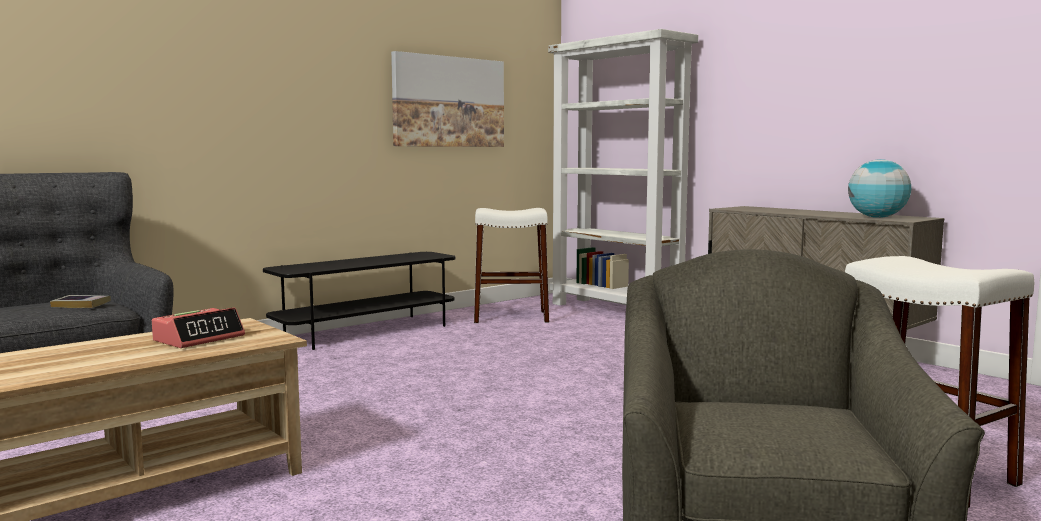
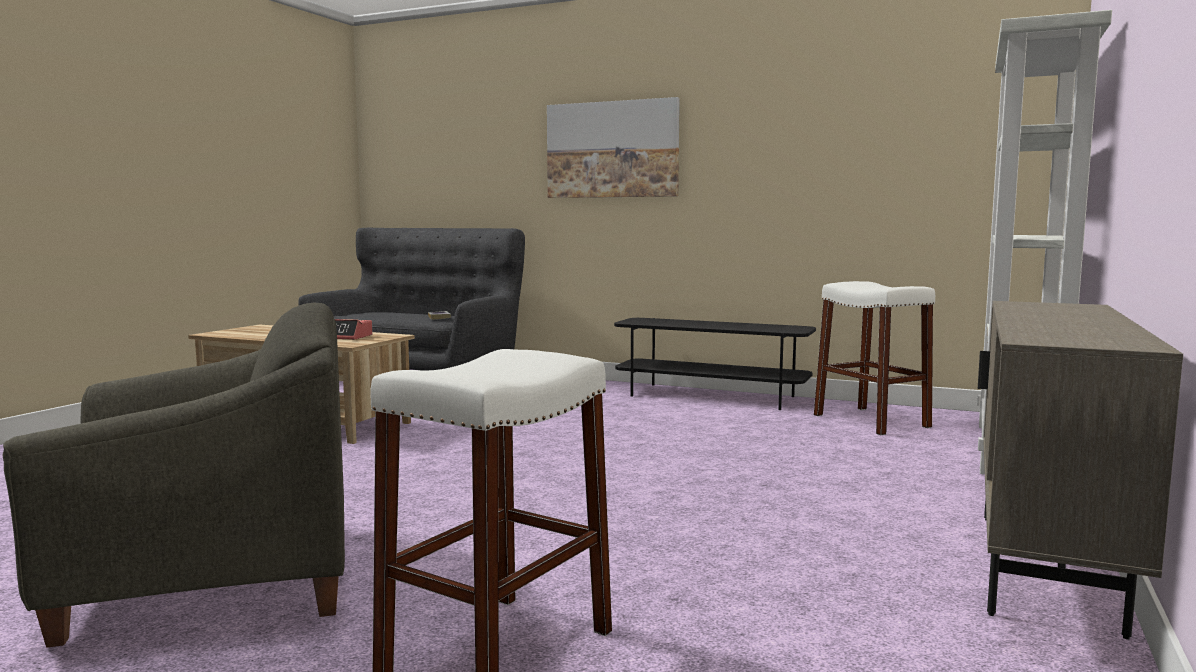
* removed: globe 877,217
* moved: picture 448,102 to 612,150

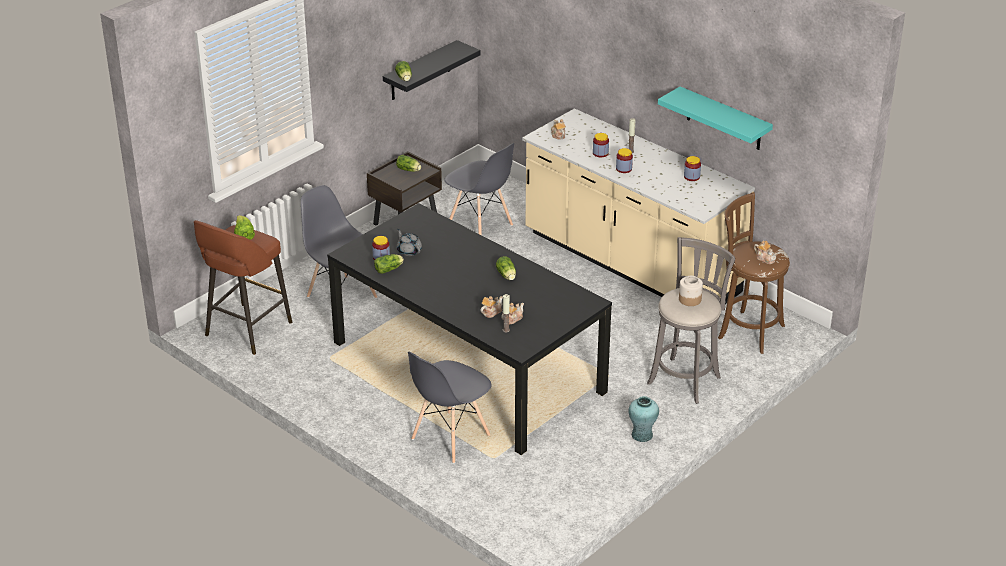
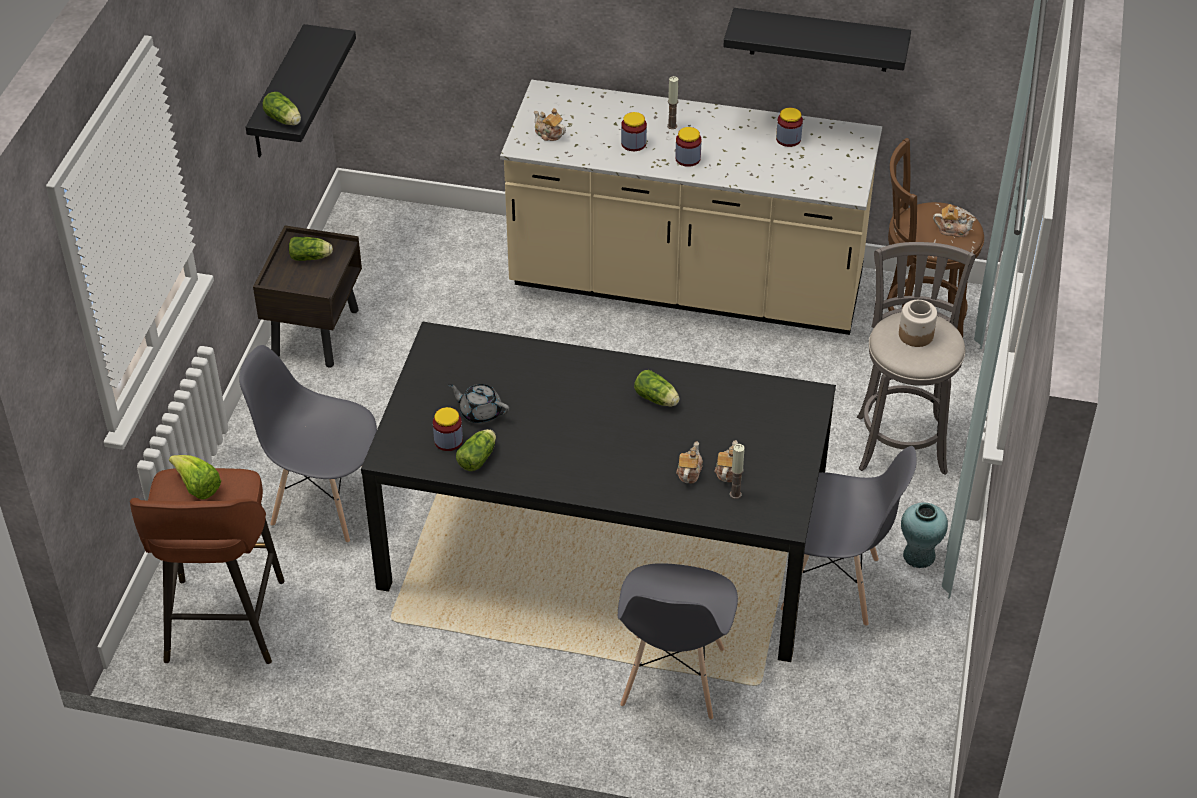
* moved: gray plain chair 480,226 to 831,585
* recoloured: turquoise-coloured wall shelf 724,119 to black-coloured wall shelf 819,40

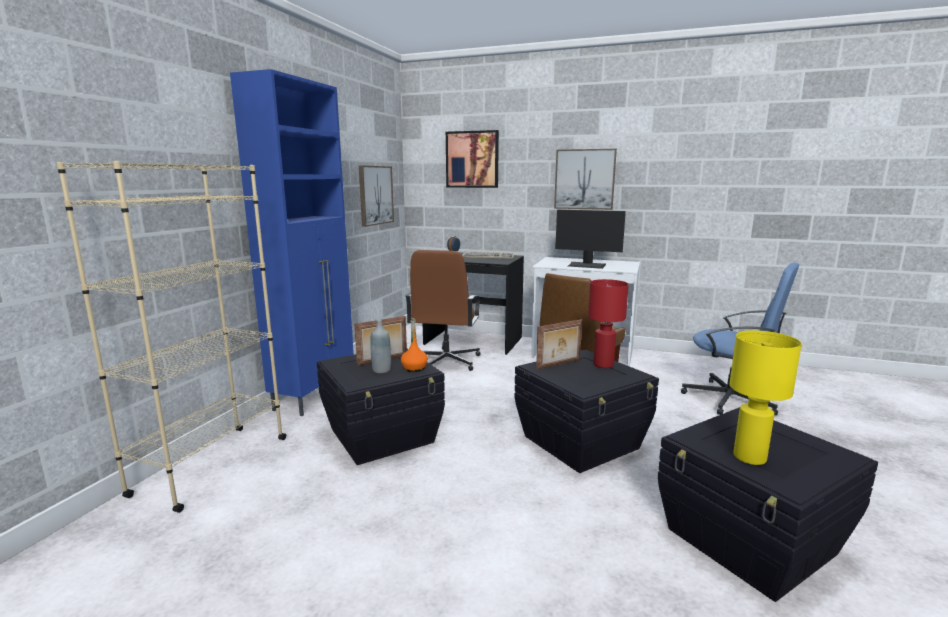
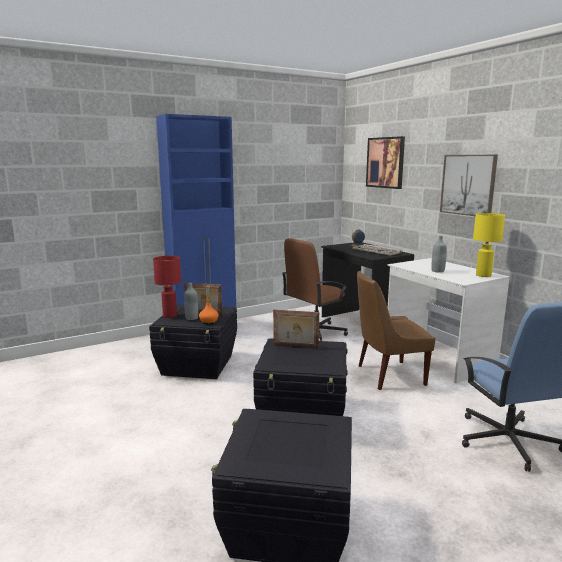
* removed: sand-coloured shelving unit 211,466
* removed: picture 375,195
* moved: reddish lamp for a table 603,365 to 170,316
* moved: yellow-coloured lamp for a table 750,457 to 484,275
* replaced: monitor 587,265 to gray bottle 437,271

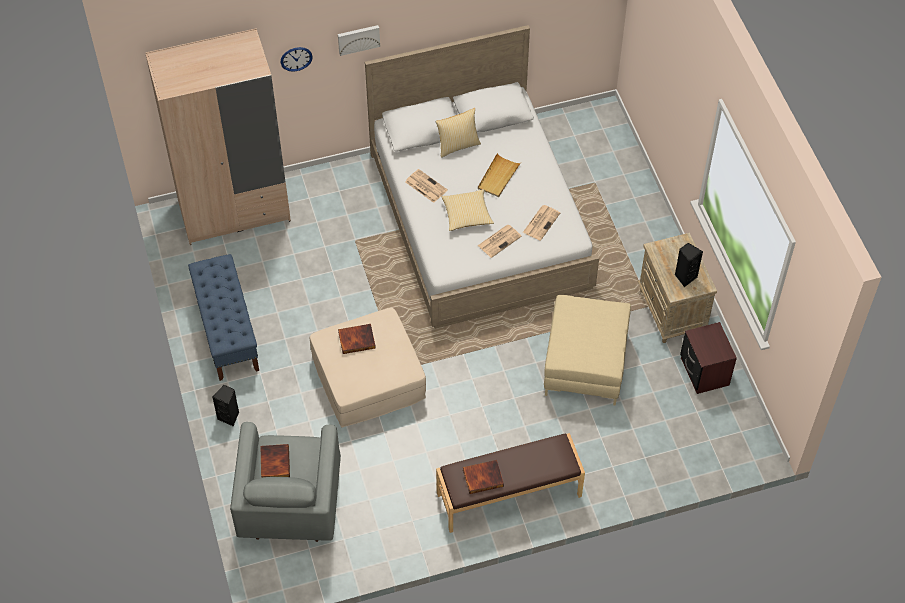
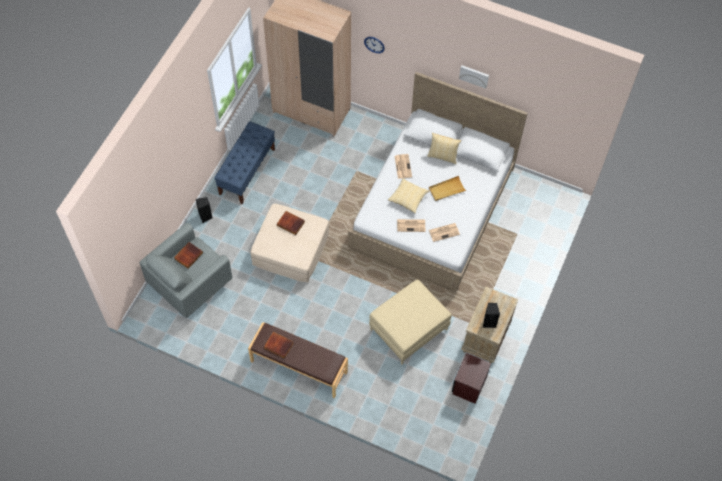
* moved: picture 358,39 to 474,75

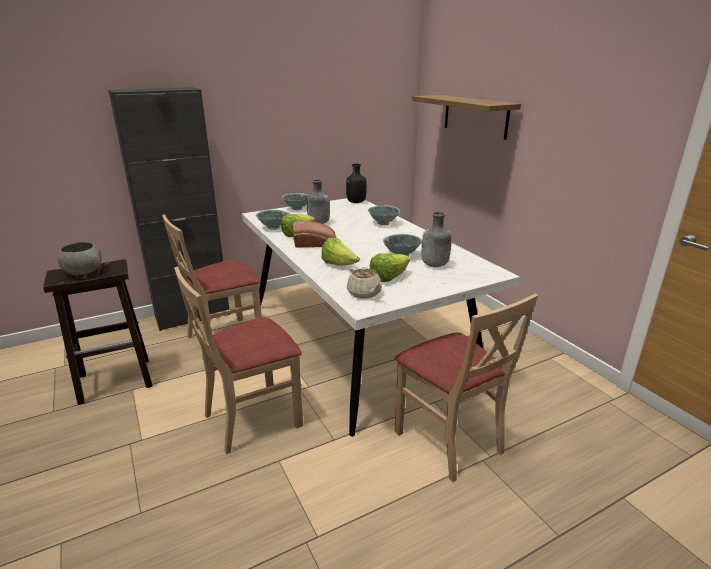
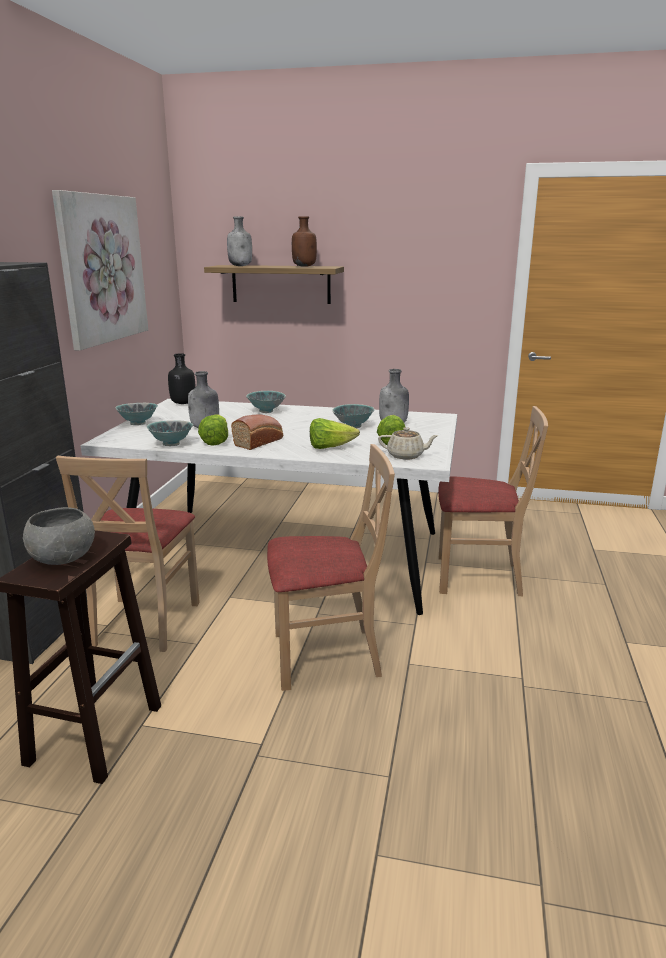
* added: picture 102,269
* added: gray bottle 241,266
* added: brown-coloured bottle 304,266
* turned: sand-coloured plain chair 252,418 = 326,656 105 degrees counterclockwise

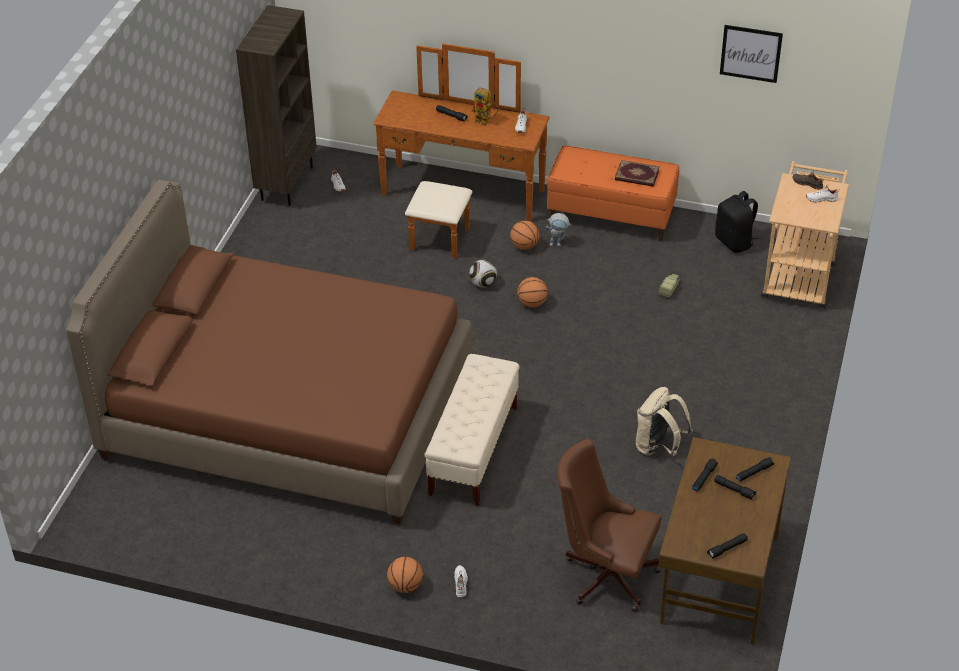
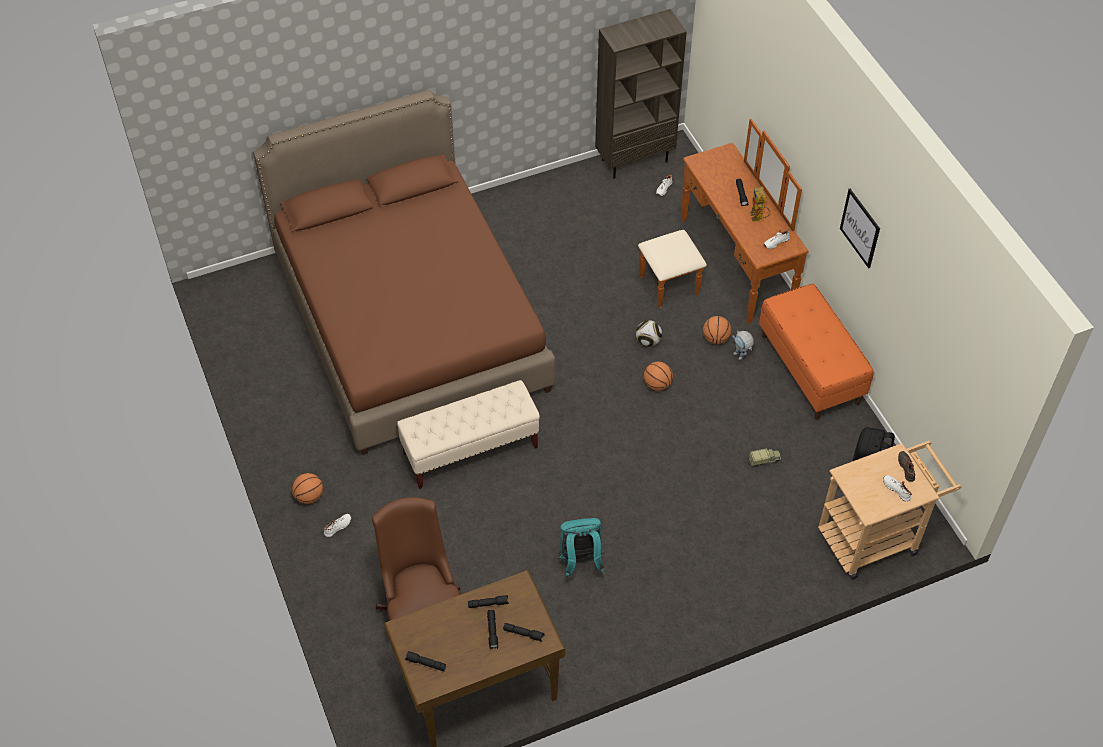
* removed: volume 636,176
* moved: picture 750,53 to 860,228
* recoloured: sand-coloured knapsack 658,447 to turquoise-coloured knapsack 580,562

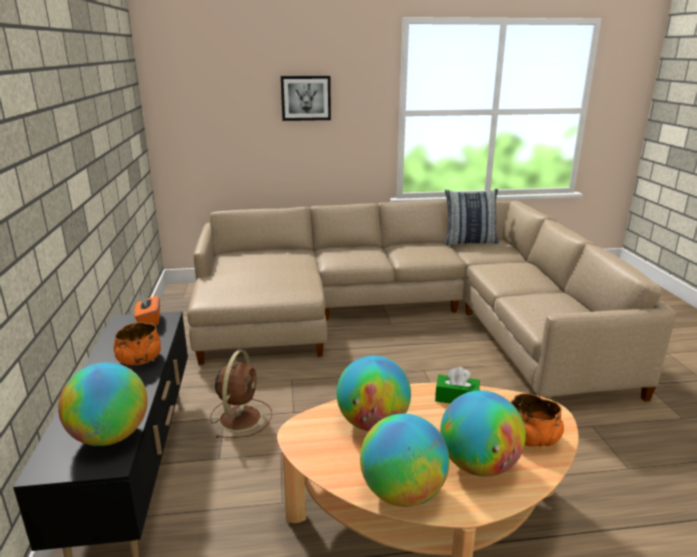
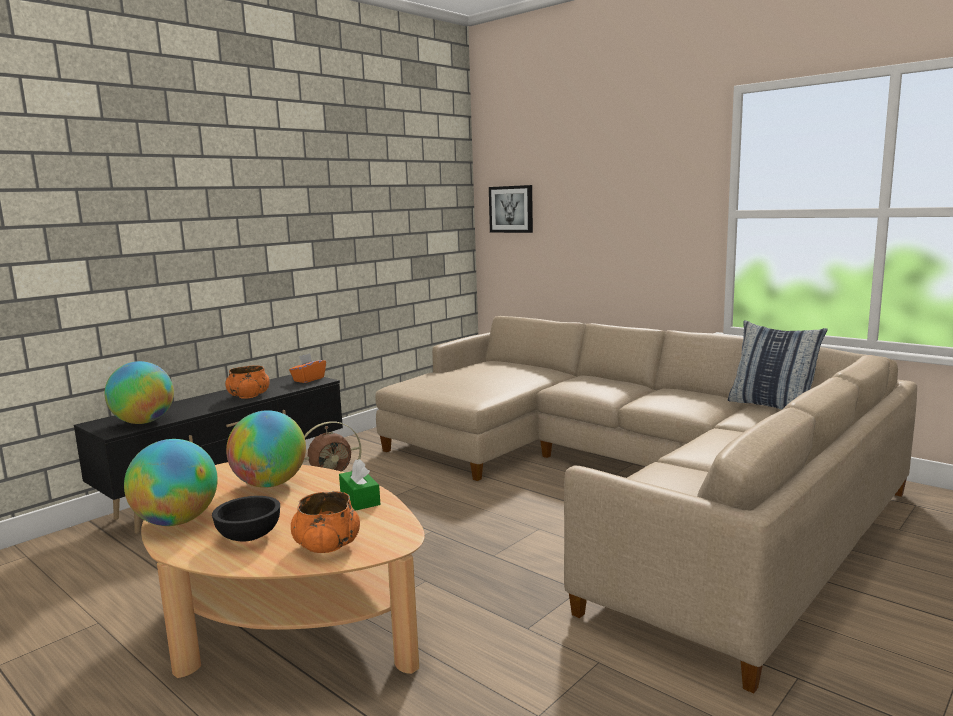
* moved: picture 306,98 to 511,209
* replaced: globe 478,465 to black-coloured bowl 249,536

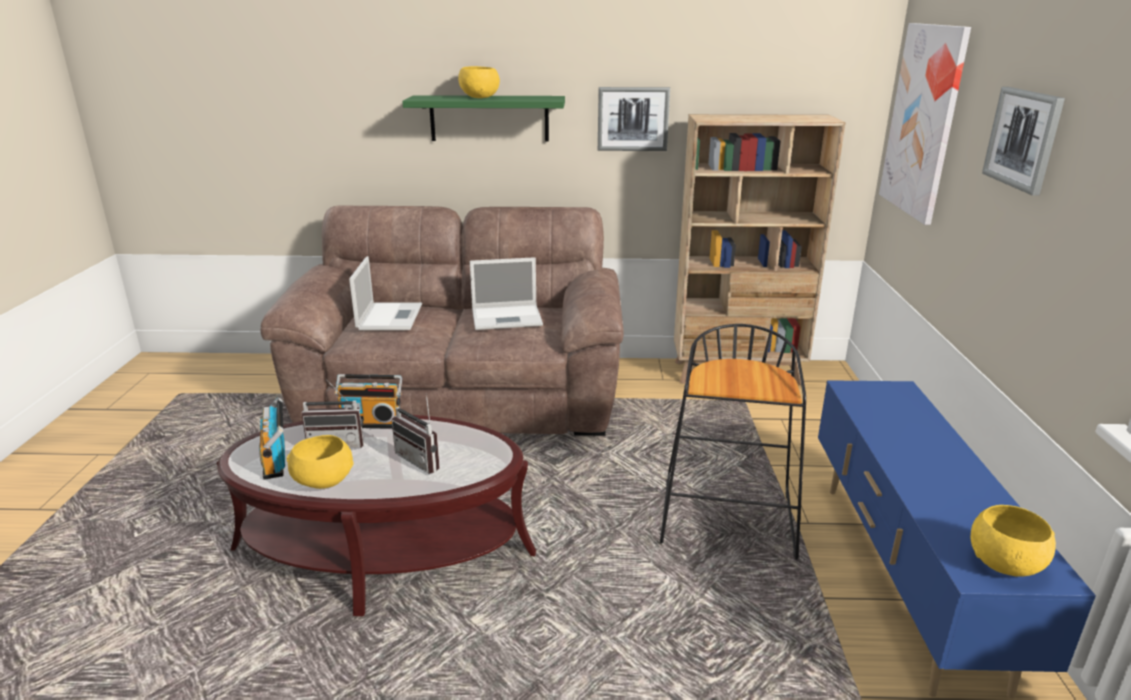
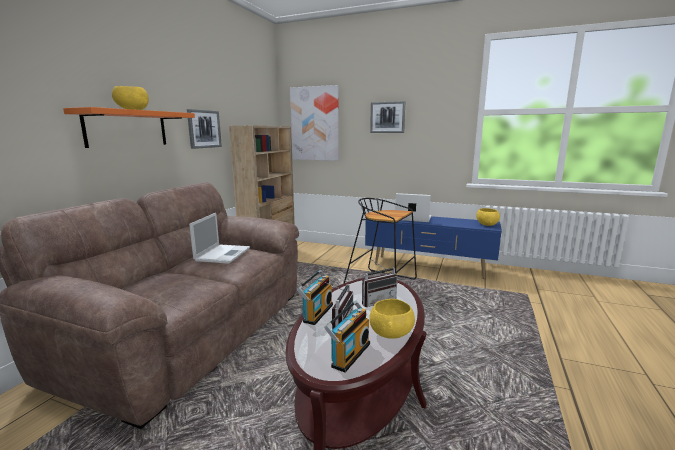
* moved: portable computer 390,316 to 412,218
* recoloured: green wall shelf 489,118 to orange wall shelf 127,128
* turned: radio 277,460 = 349,354 60 degrees counterclockwise

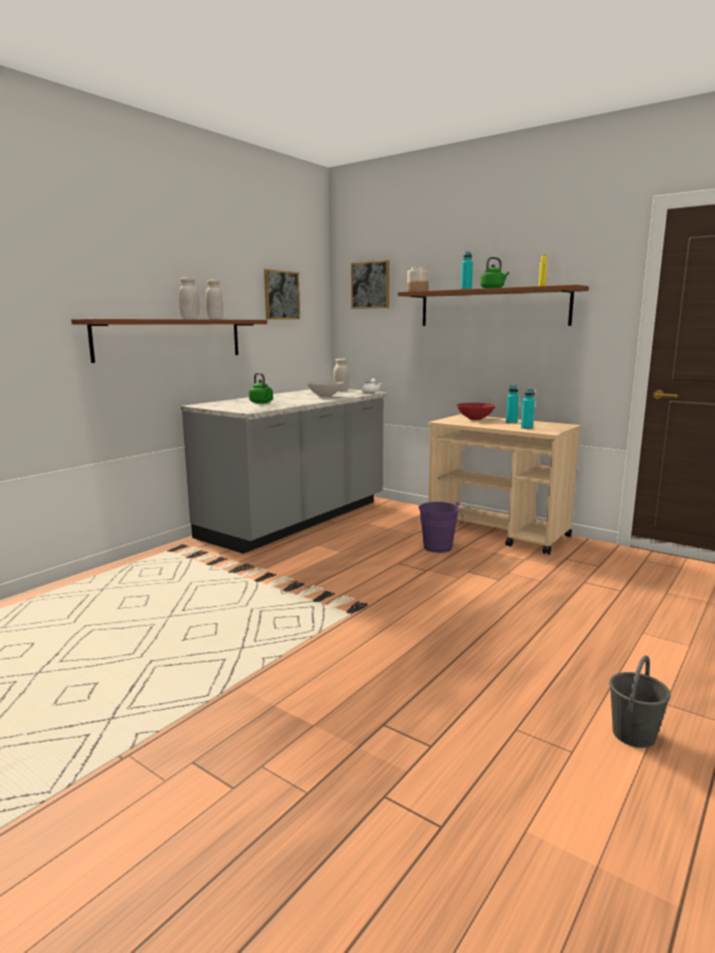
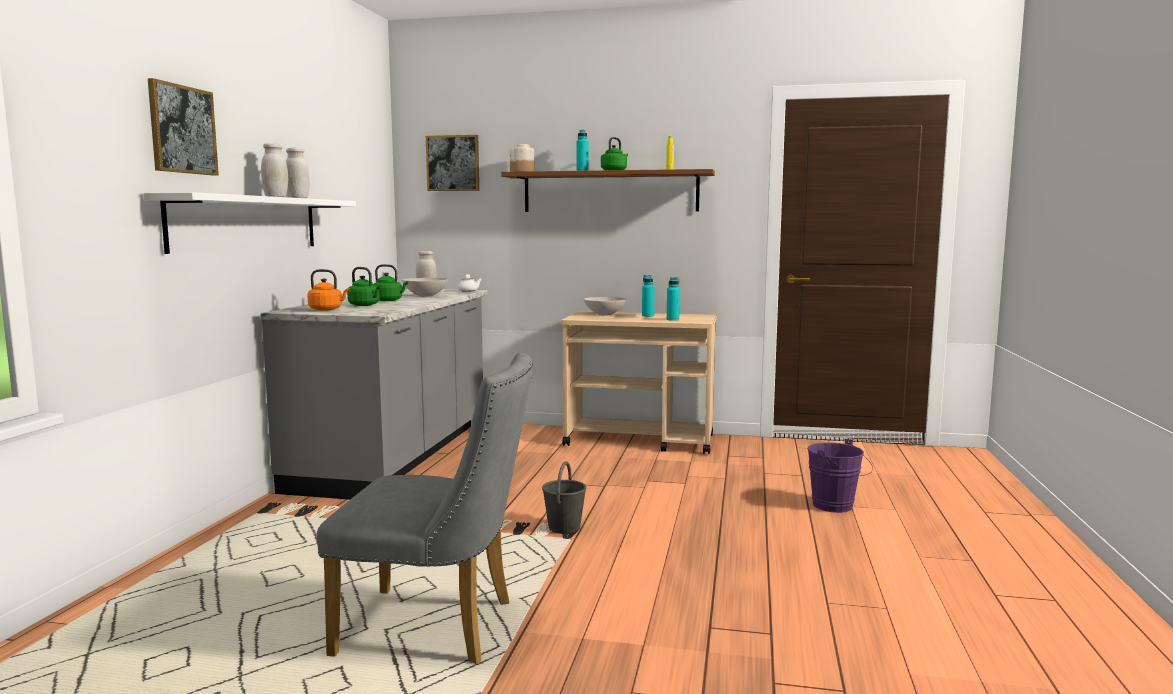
* added: orange water kettle 327,309
* added: gray plain chair 439,628
* added: green water kettle 389,300
* moved: picture 281,295 to 182,129
* moved: purplish pail 439,549 to 837,506
* moved: gray pail 633,734 to 564,527
* recoloured: brown-coloured wall shelf 170,339 to white-coloured wall shelf 247,223
* recoloured: reddish bowl 475,419 to white-coloured bowl 605,315

